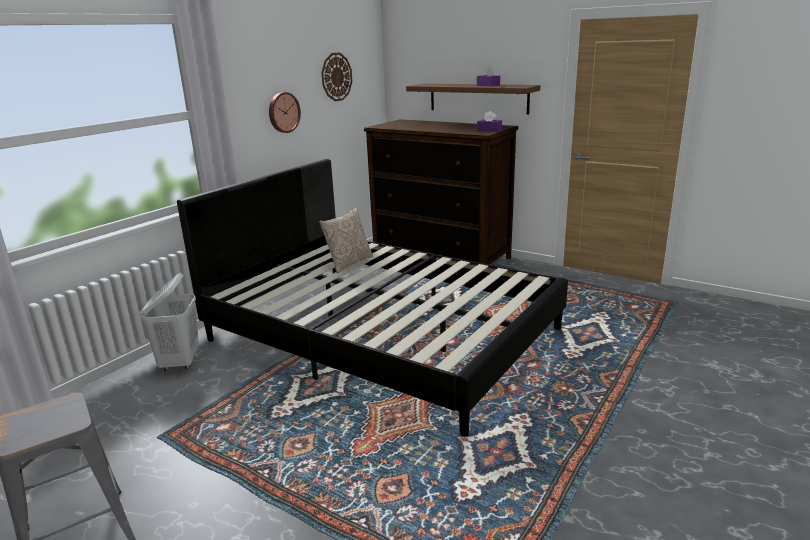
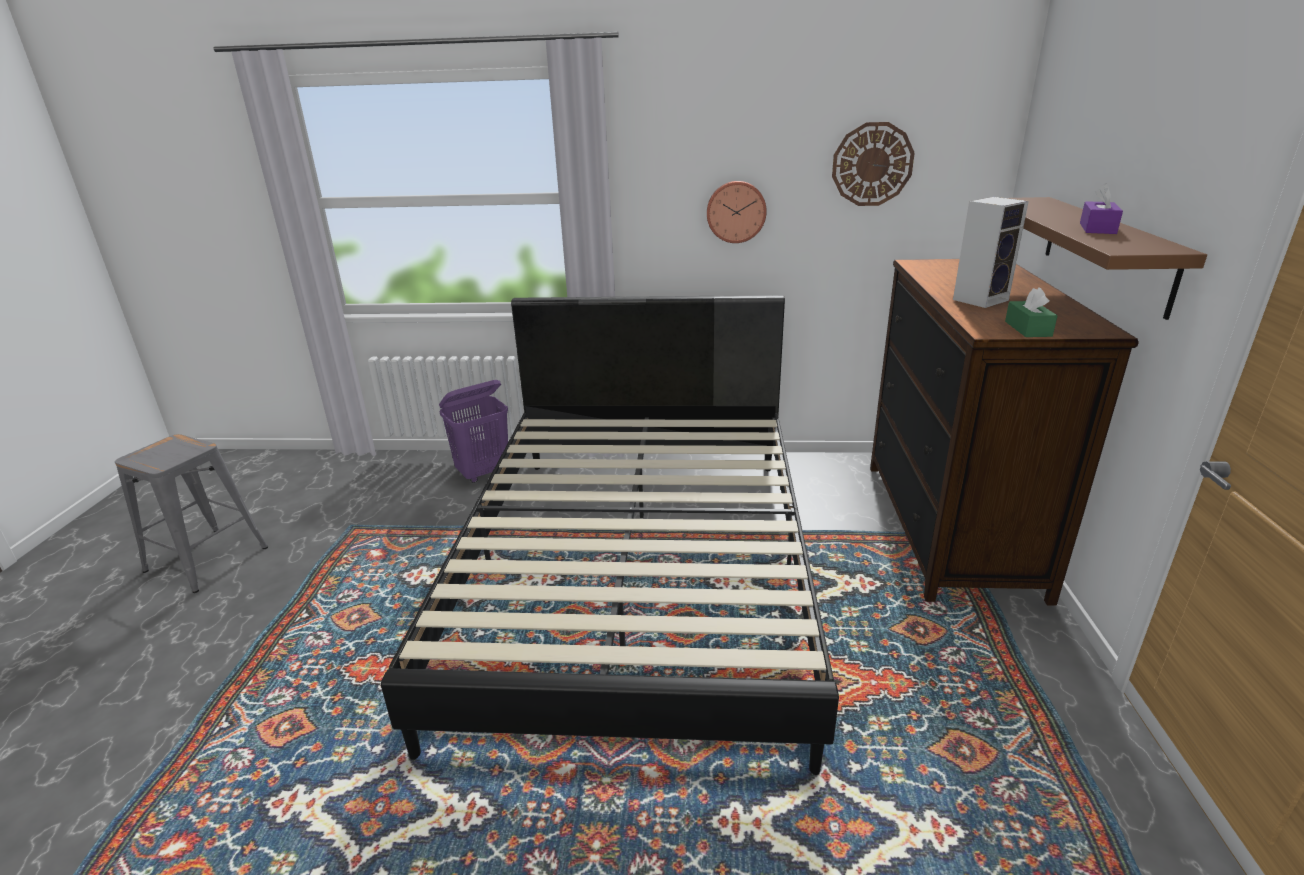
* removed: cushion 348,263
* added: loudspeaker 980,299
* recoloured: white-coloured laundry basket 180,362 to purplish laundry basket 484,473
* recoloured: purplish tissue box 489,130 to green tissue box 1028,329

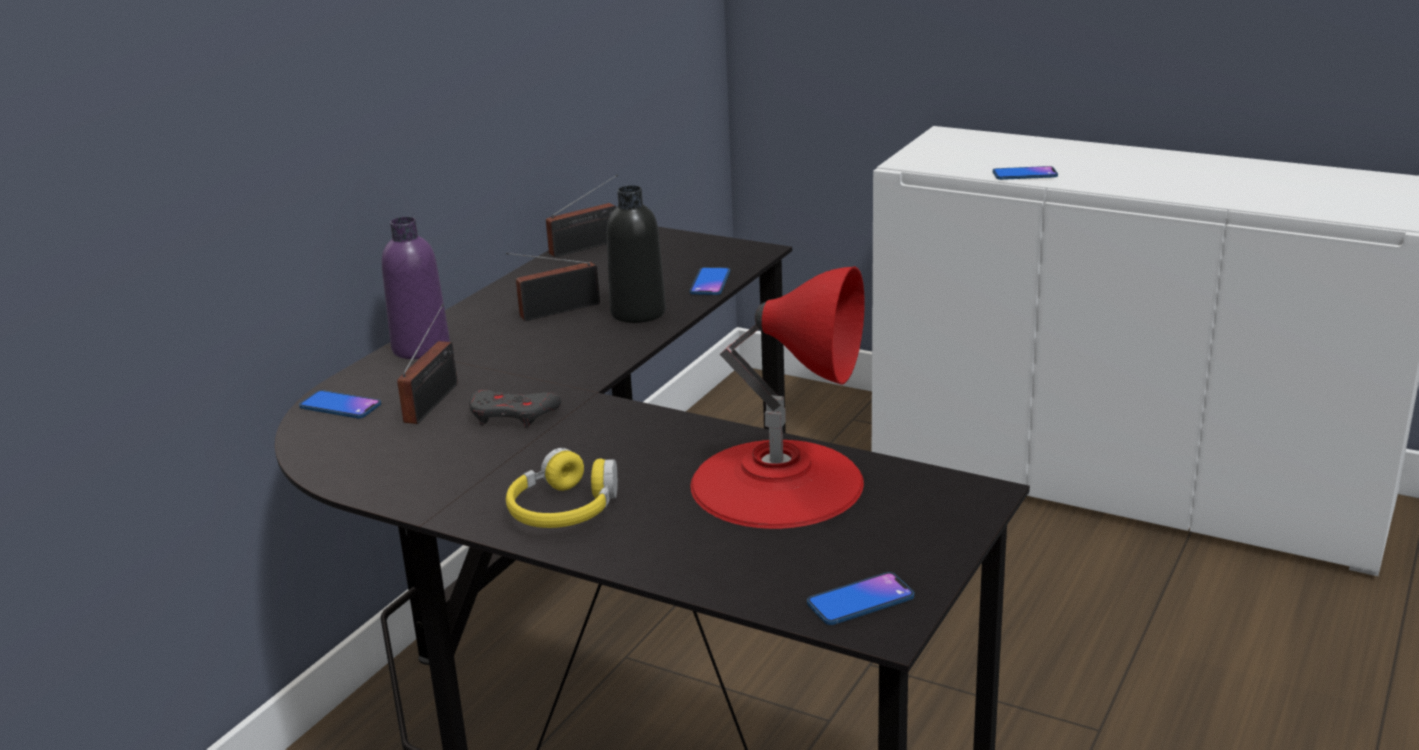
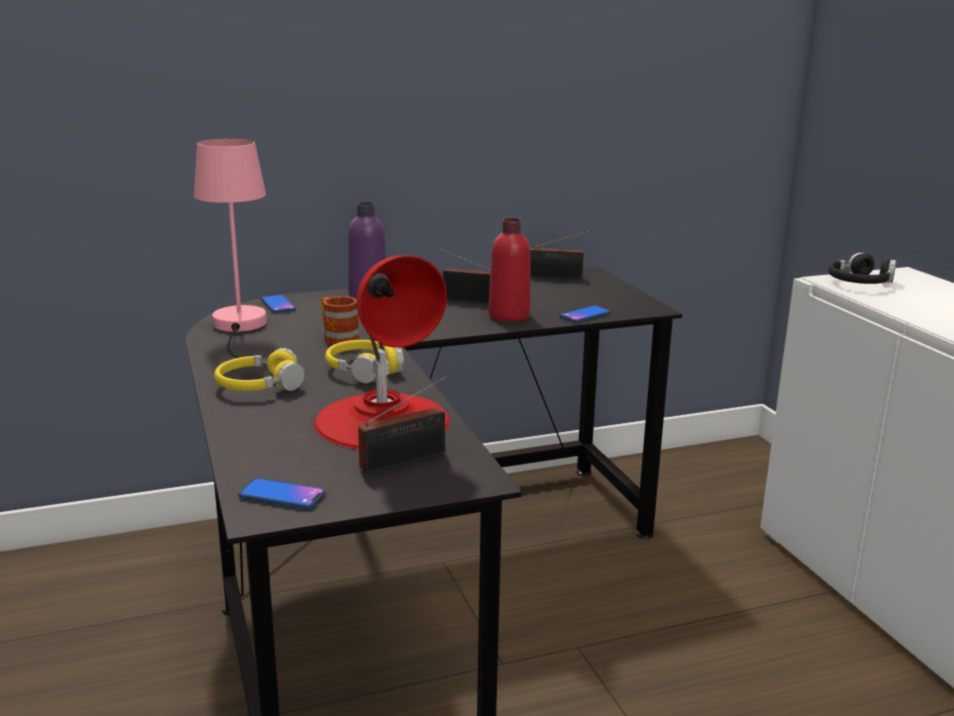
* removed: telephone 1024,174
* added: pinkish lamp for a table 241,329
* added: yellow-coloured headphones 364,370
* added: black-coloured headphones 860,282
* moved: radio 434,400 to 408,459
* replaced: gray joypad 512,415 to coffee mug 337,337
* recoloured: black-coloured bottle 638,313 to reddish bottle 509,315

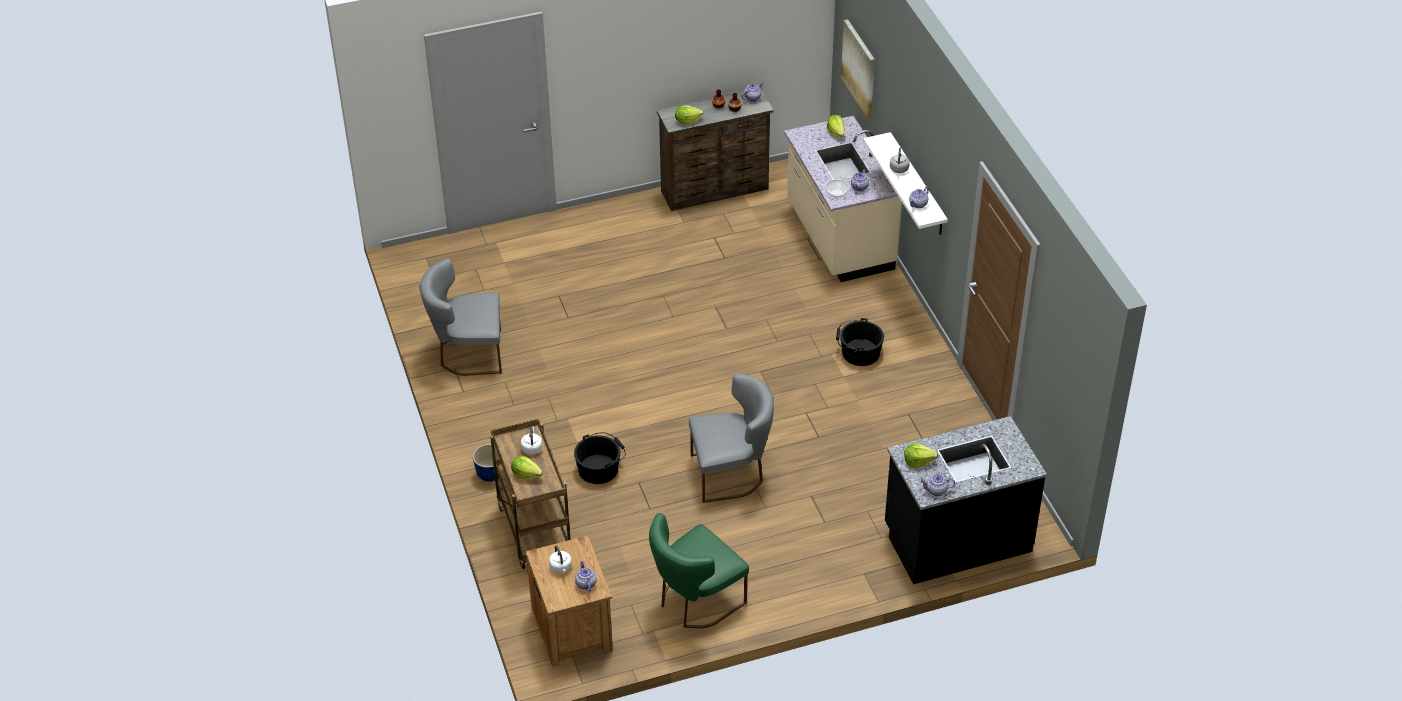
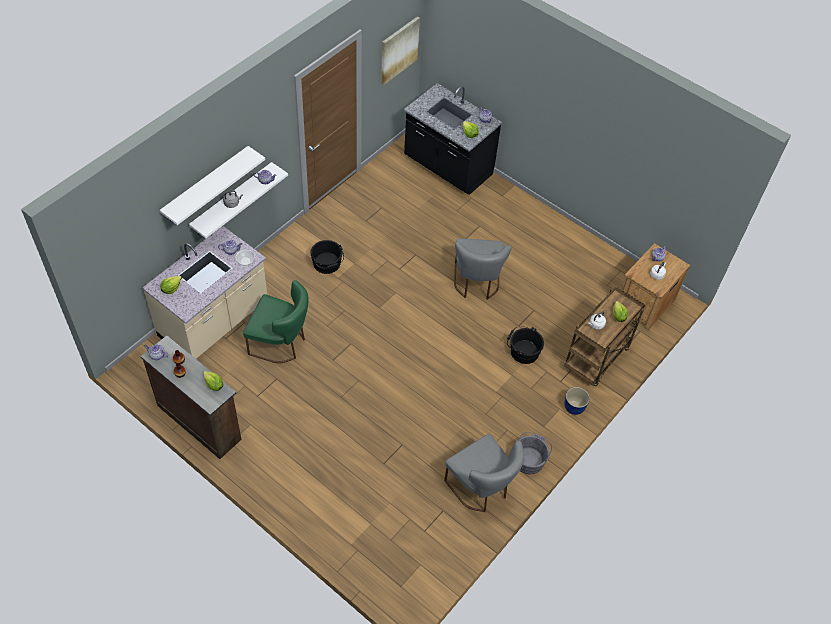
* added: white-coloured wall shelf 206,185
* added: gray pail 529,458
* moved: green plain chair 695,601 to 281,343
* moved: picture 859,68 to 399,50
* turned: gray plain chair 731,473 = 476,283 135 degrees counterclockwise

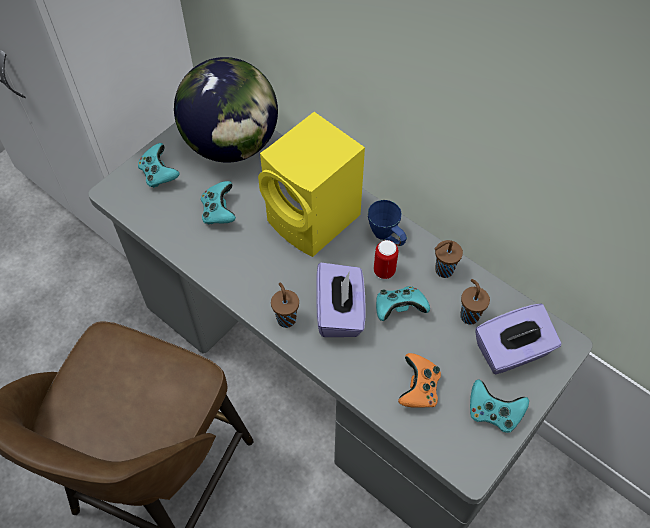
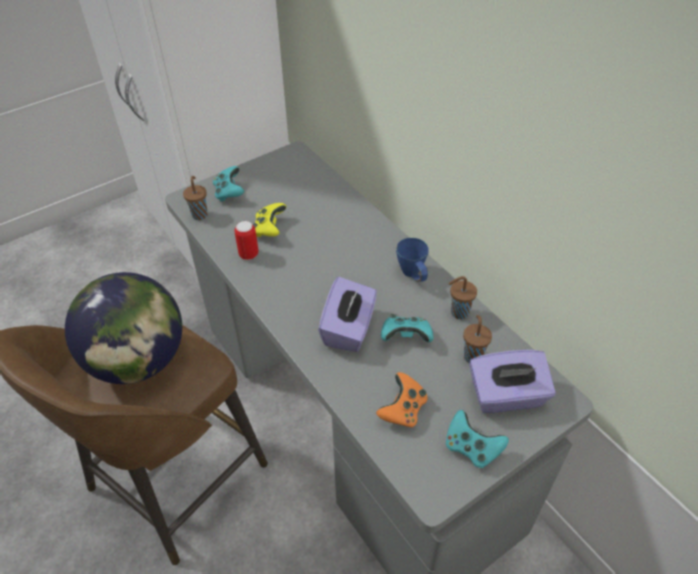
* removed: yellow-coloured loudspeaker 315,221
* moved: globe 232,145 to 138,361
* moved: brown-coloured cup 286,318 to 200,214
* moved: metal can 384,271 to 249,254
* recoloured: turquoise-coloured joypad 219,212 to yellow-coloured joypad 269,229

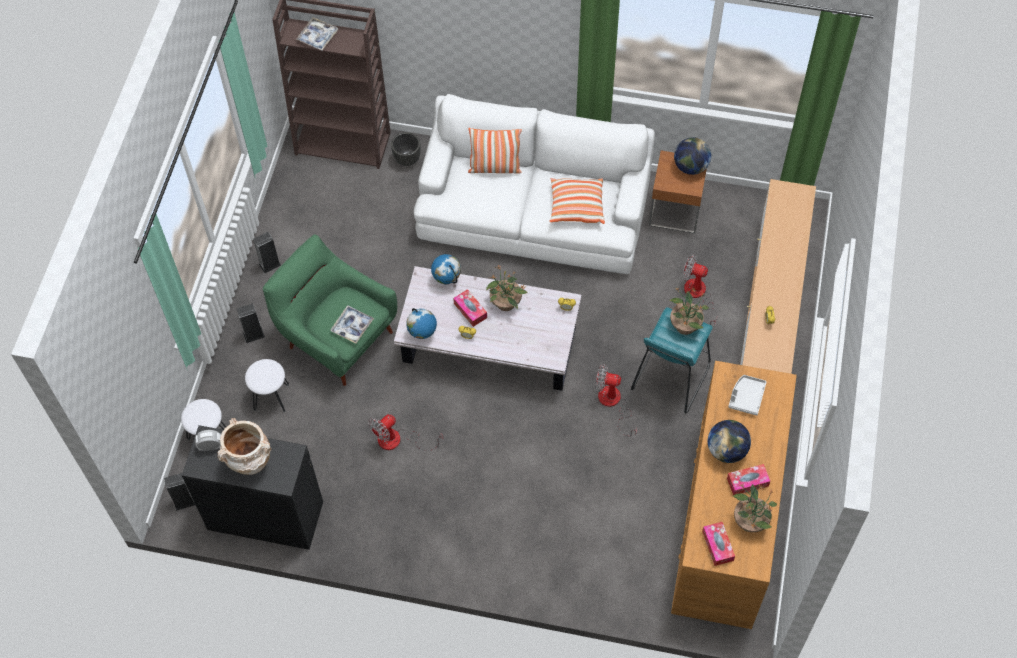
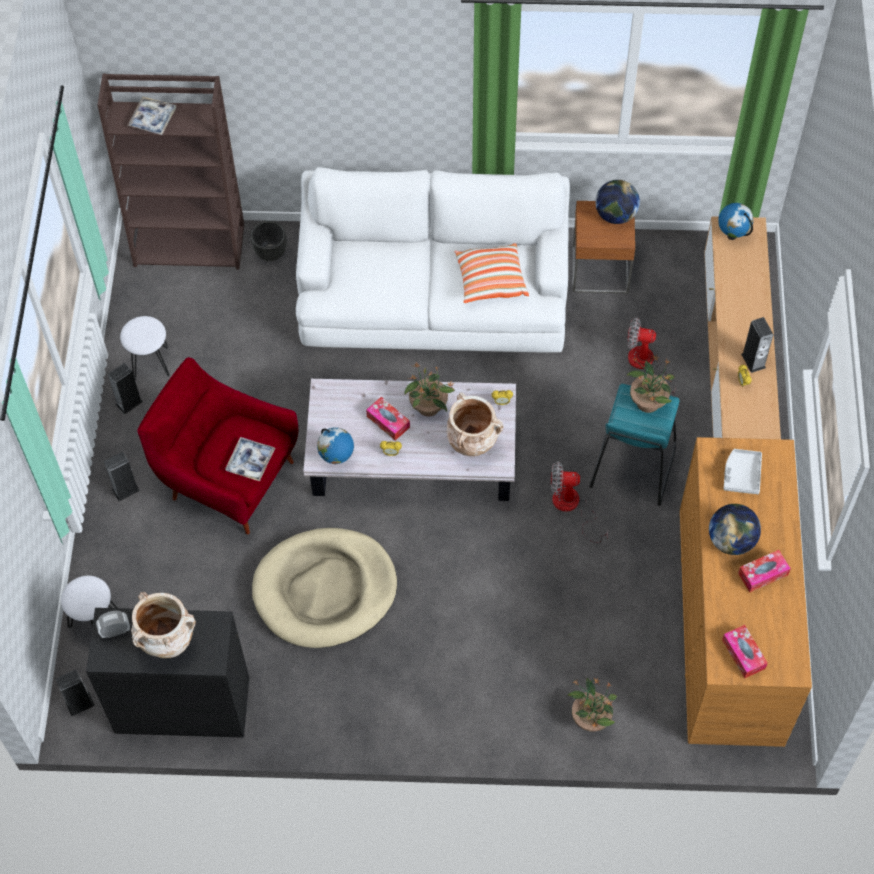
* removed: cushion 495,167
* added: sand-coloured vase 473,446
* added: loudspeaker 753,360
* moved: white-coloured stool 271,397 to 150,362
* moved: globe 447,280 to 732,235
* moved: potted plant 750,521 to 590,718
* replaced: fan 398,440 to sand-coloured dog bed 325,590
* recoloured: green armchair 337,337 to reddish armchair 227,477

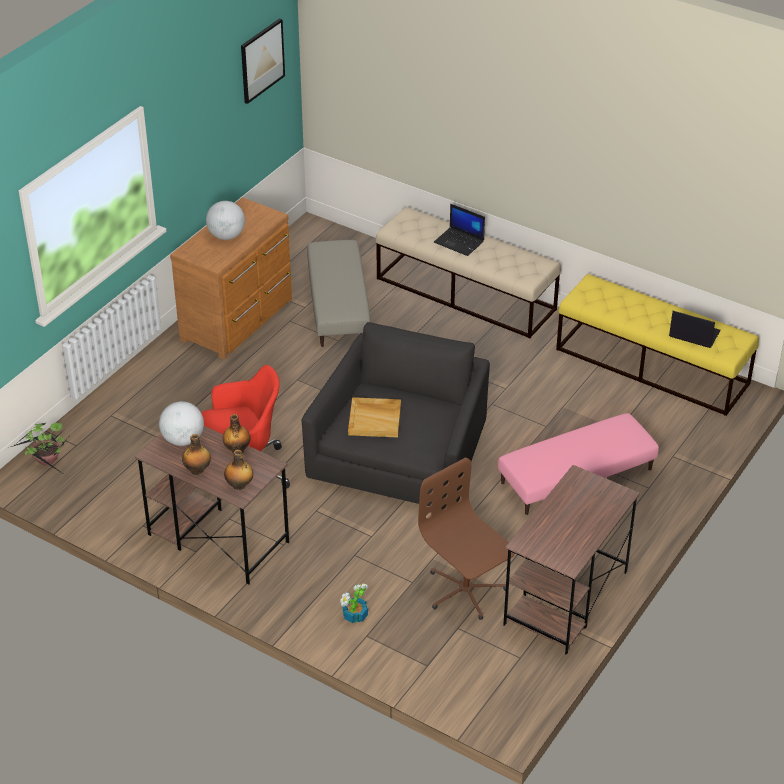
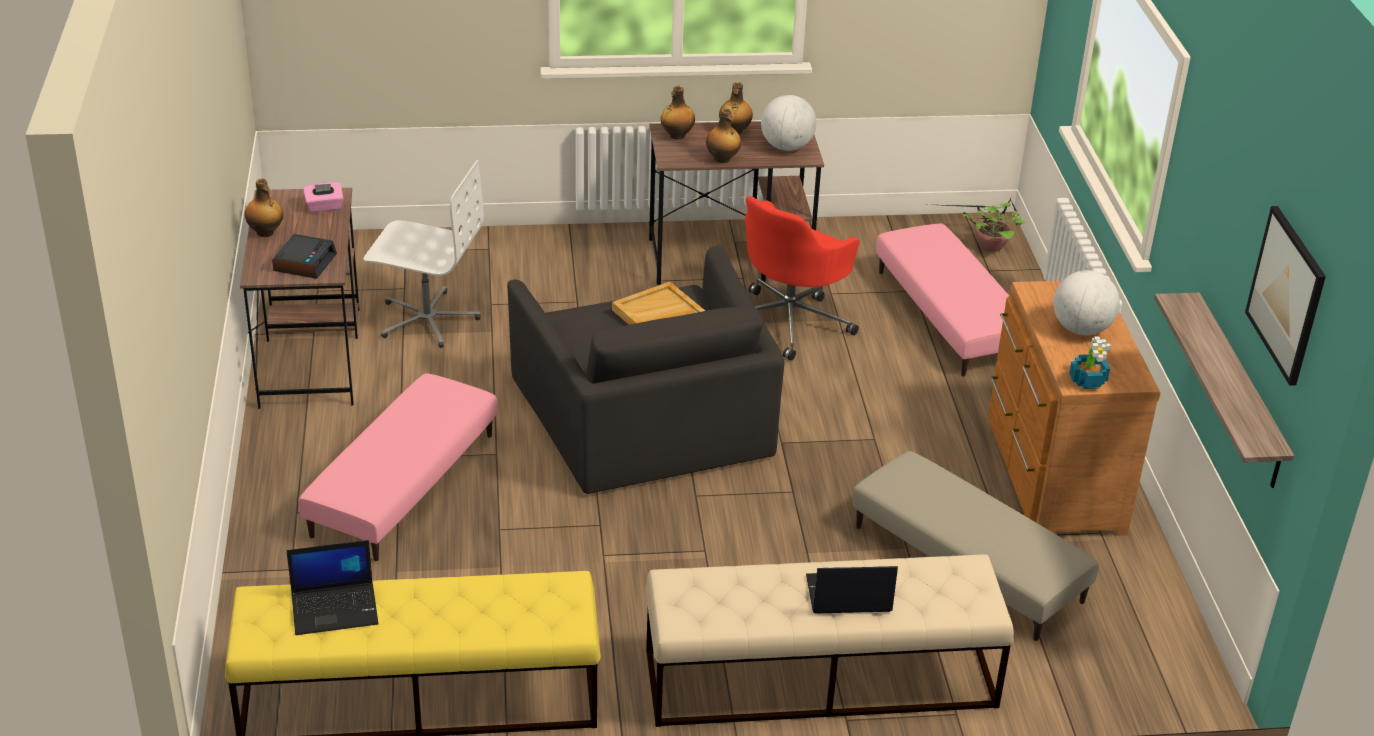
* added: bottle 266,233
* added: table clock 304,262
* added: pinkish tissue box 324,207
* added: pinkish ottoman 950,316
* added: wall shelf 1238,392
* moved: potted plant 354,615 to 1088,380
* recoloured: brown-coloured computer chair 465,590 to white-coloured computer chair 427,319

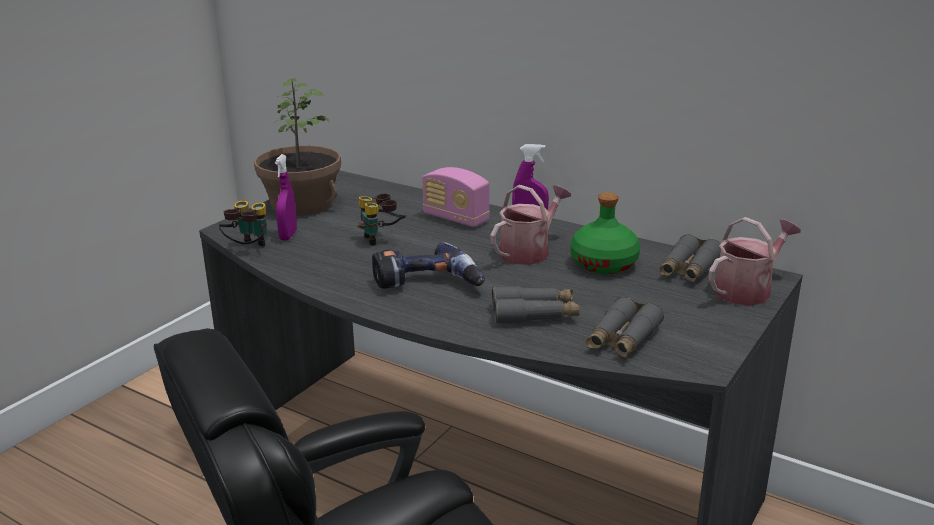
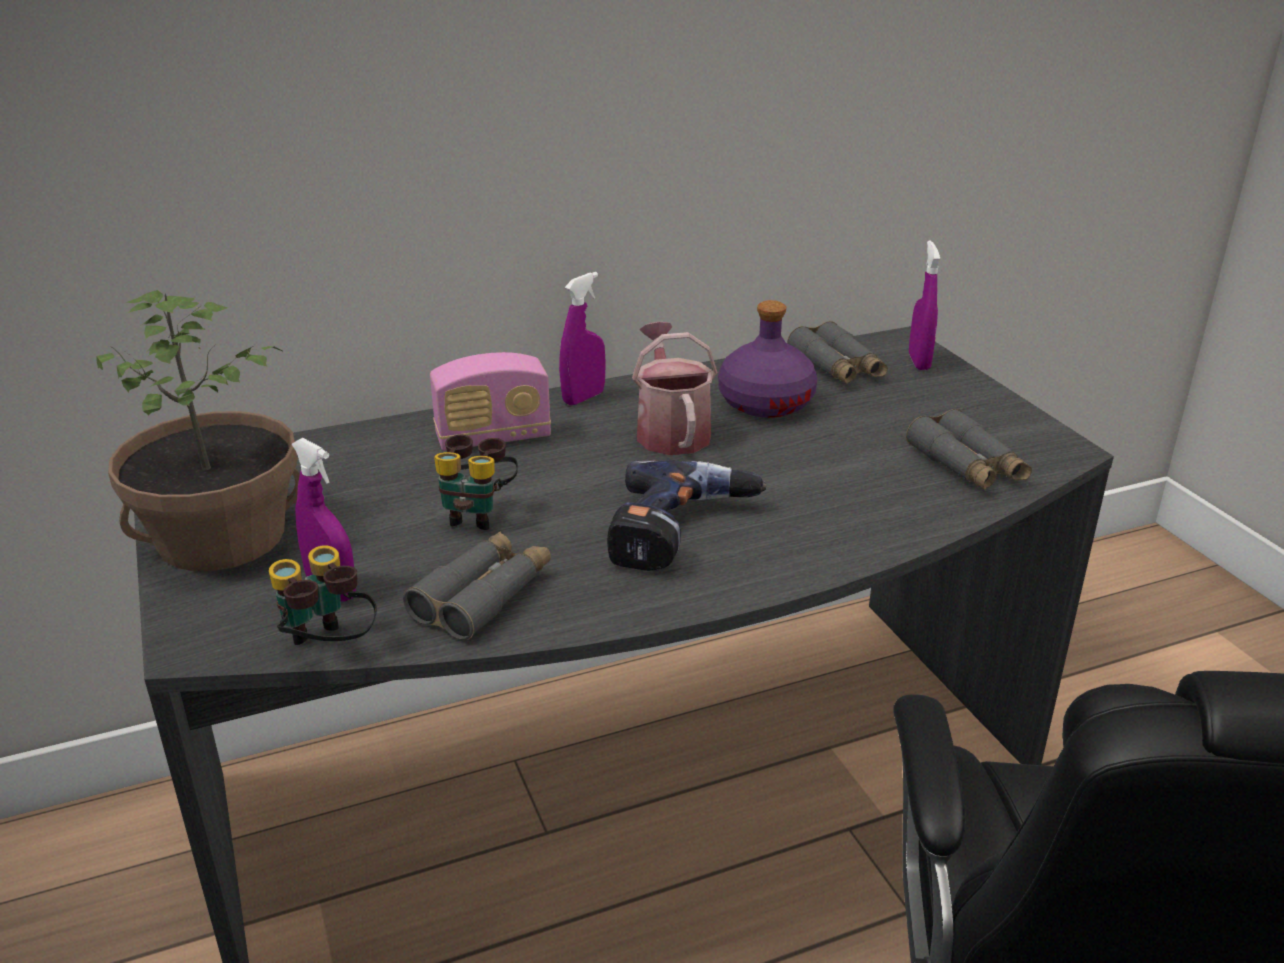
* moved: gray pair of binoculars 534,314 to 483,596
* replaced: watering can 747,290 to purplish sprayer 919,362
* recoloured: green bottle 604,264 to purplish bottle 765,402

